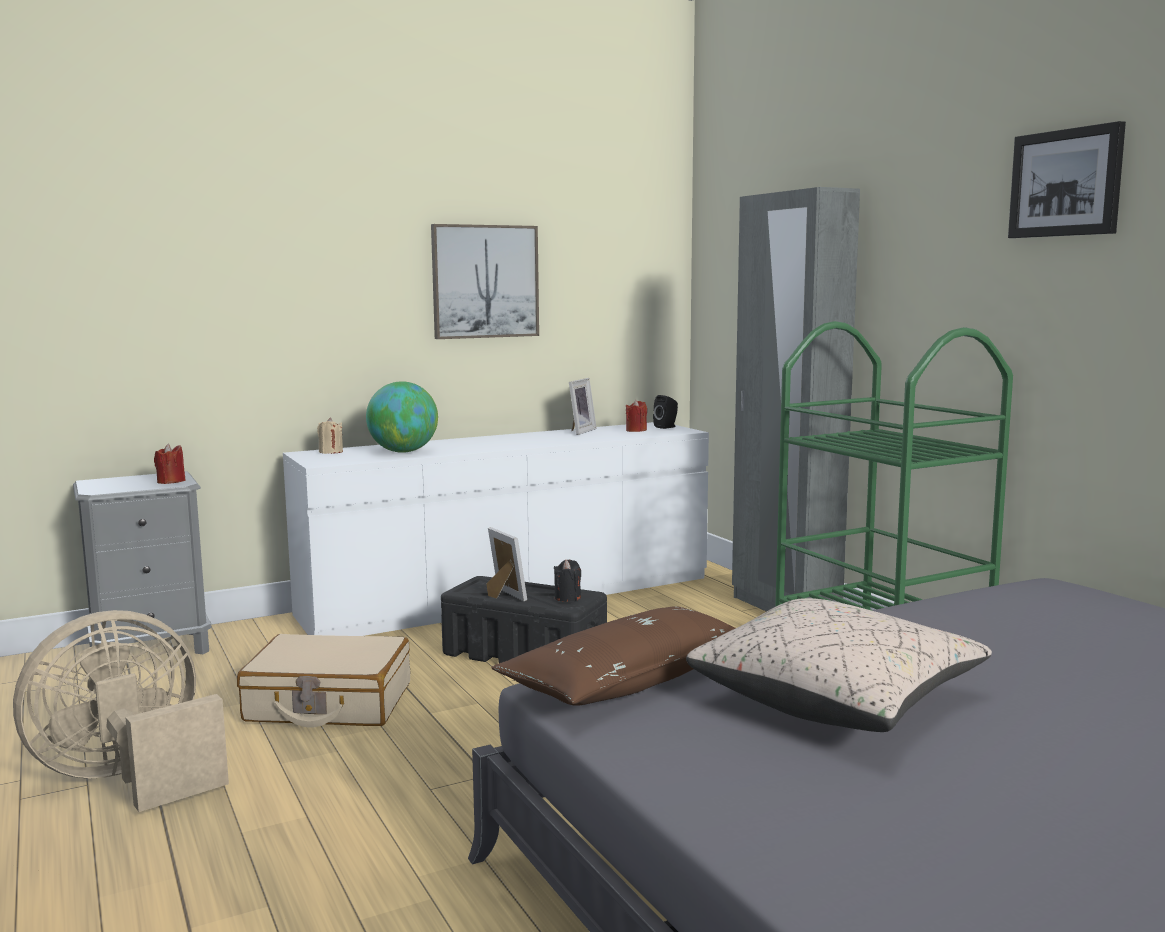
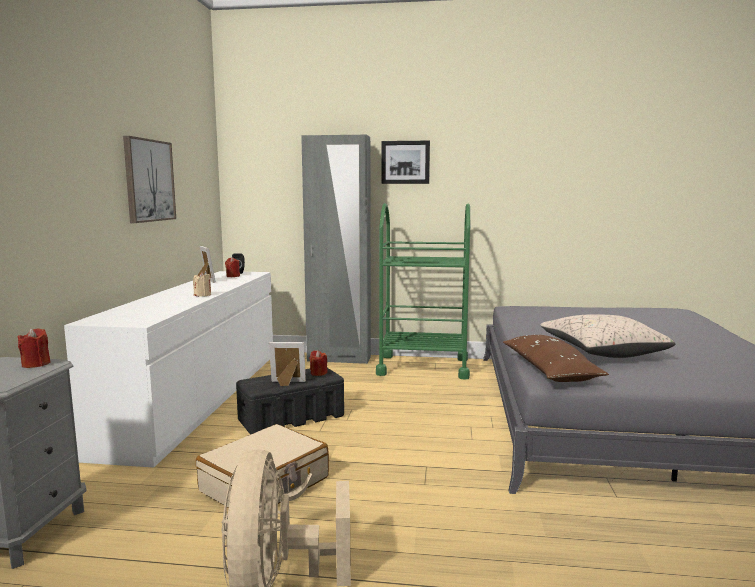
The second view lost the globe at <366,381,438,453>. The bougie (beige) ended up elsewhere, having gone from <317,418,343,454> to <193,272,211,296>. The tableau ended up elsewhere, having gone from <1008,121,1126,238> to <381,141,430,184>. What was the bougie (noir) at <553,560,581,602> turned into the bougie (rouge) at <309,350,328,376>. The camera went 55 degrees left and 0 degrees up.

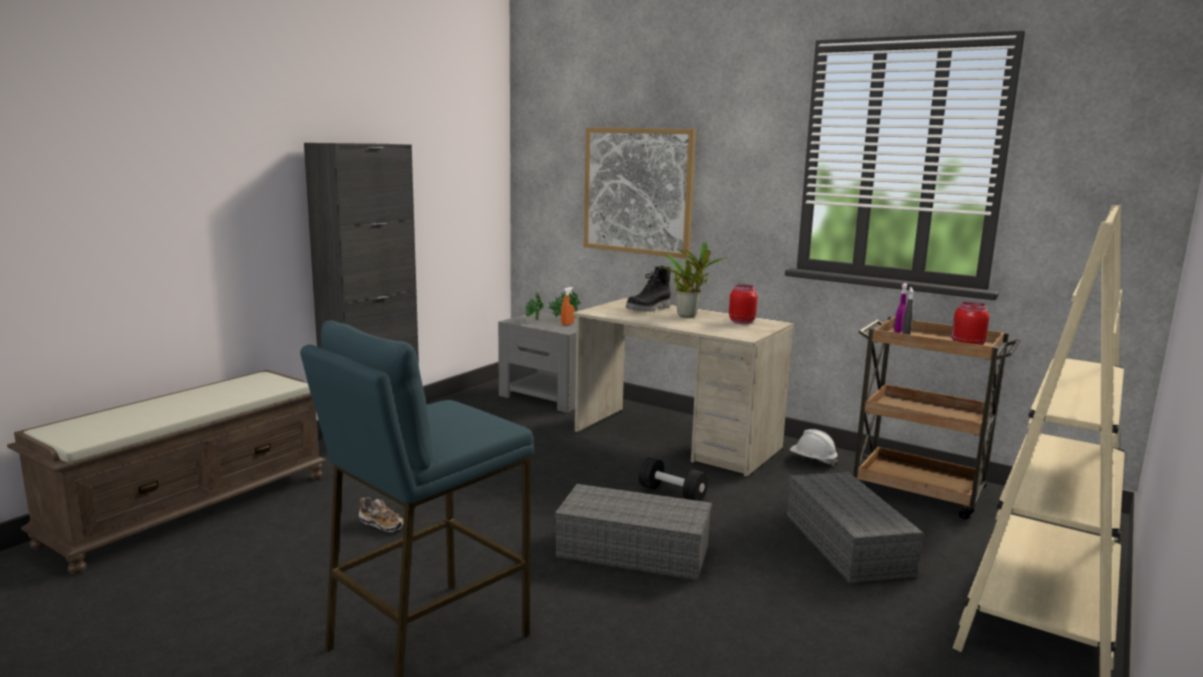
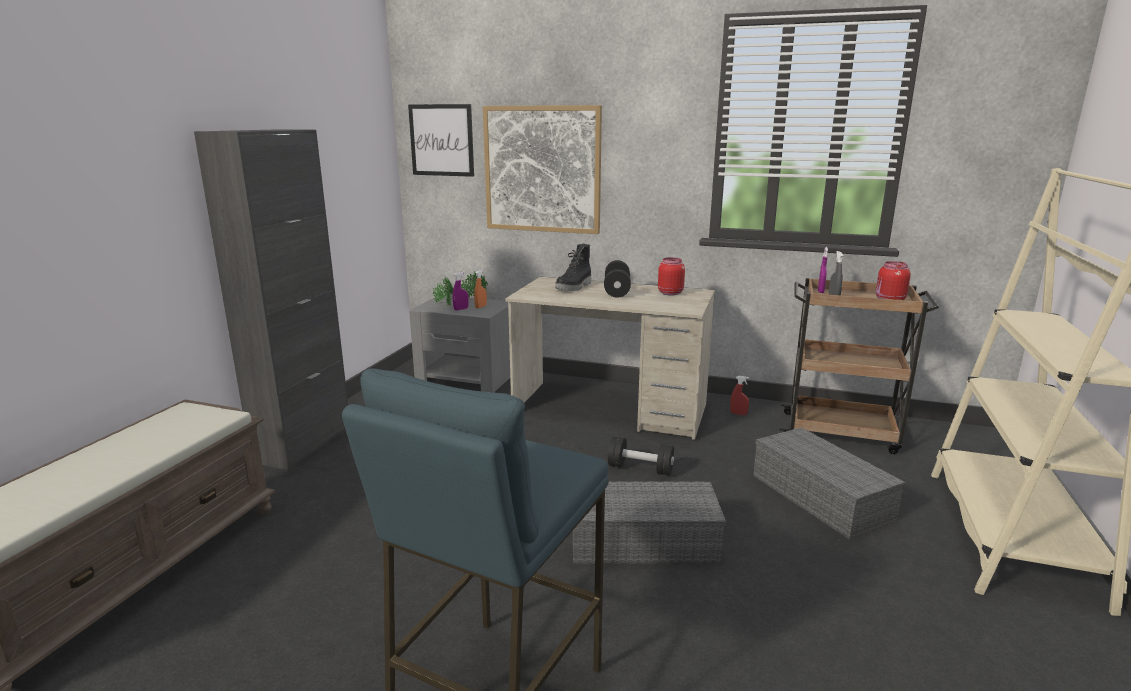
The second view lost the chaussure at <359,497,404,532>. The second view gained the tableau at <408,104,474,177>. The second view gained the vaporisateur (violet) at <453,272,469,310>. Where the plante en pot stood at <660,242,726,318>, the haltère (noir) came to stand at <604,260,631,298>. Where the casque de chantier (blanc) stood at <790,429,838,466>, the vaporisateur (rouge) came to stand at <730,376,749,415>. The camera went 15 degrees left and 5 degrees up.

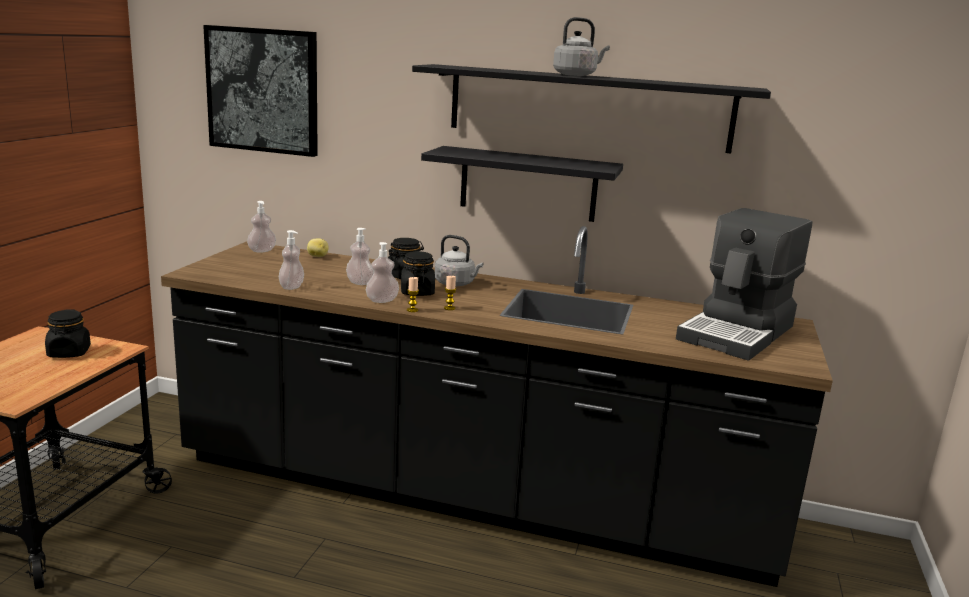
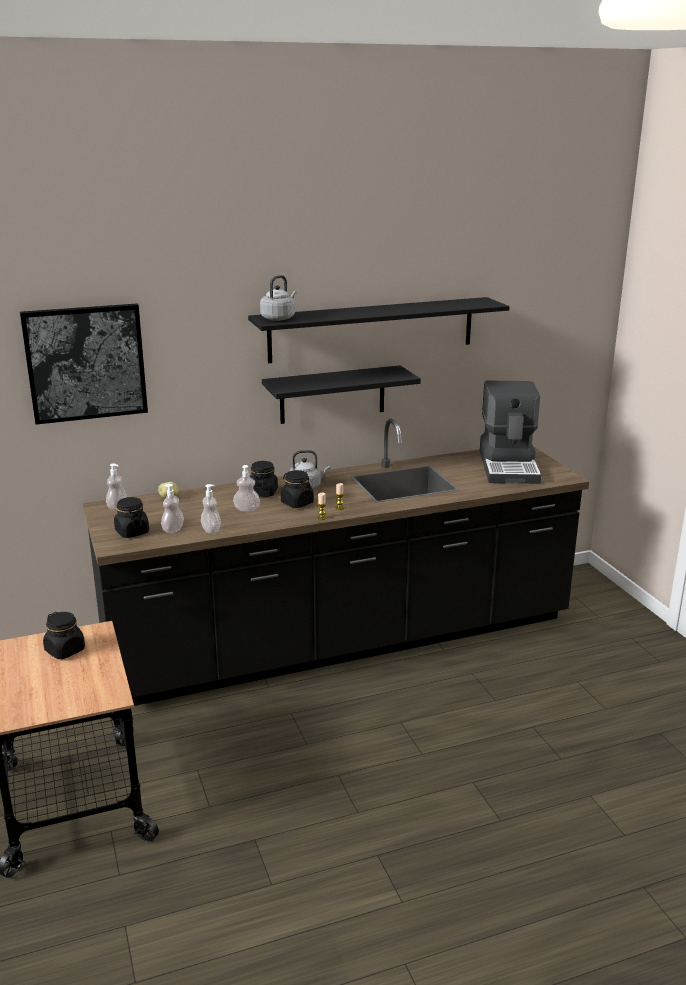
The second view gained the bocal (noir) at <114,497,149,538>. The distributeur de savon ended up elsewhere, having gone from <366,242,399,303> to <161,484,184,533>. The bouilloire (gris) ended up elsewhere, having gone from <553,17,610,76> to <260,275,297,321>. The camera went 35 degrees left and 5 degrees up.

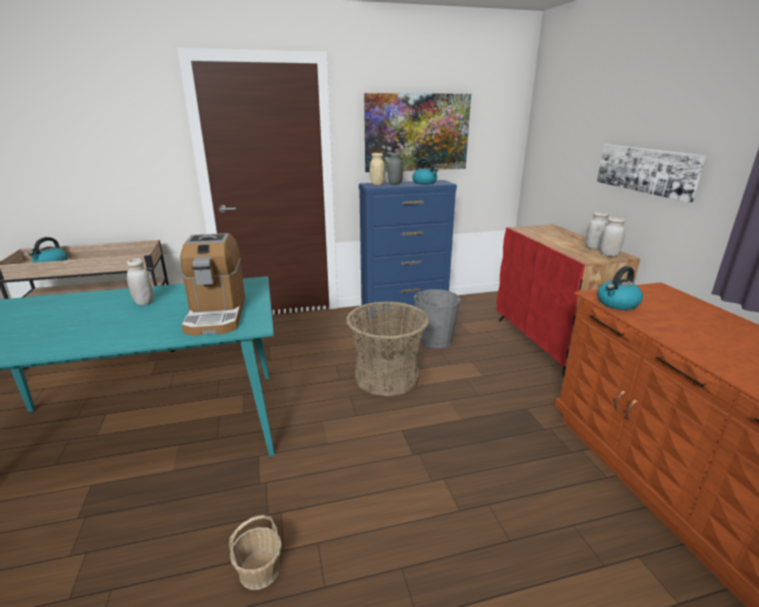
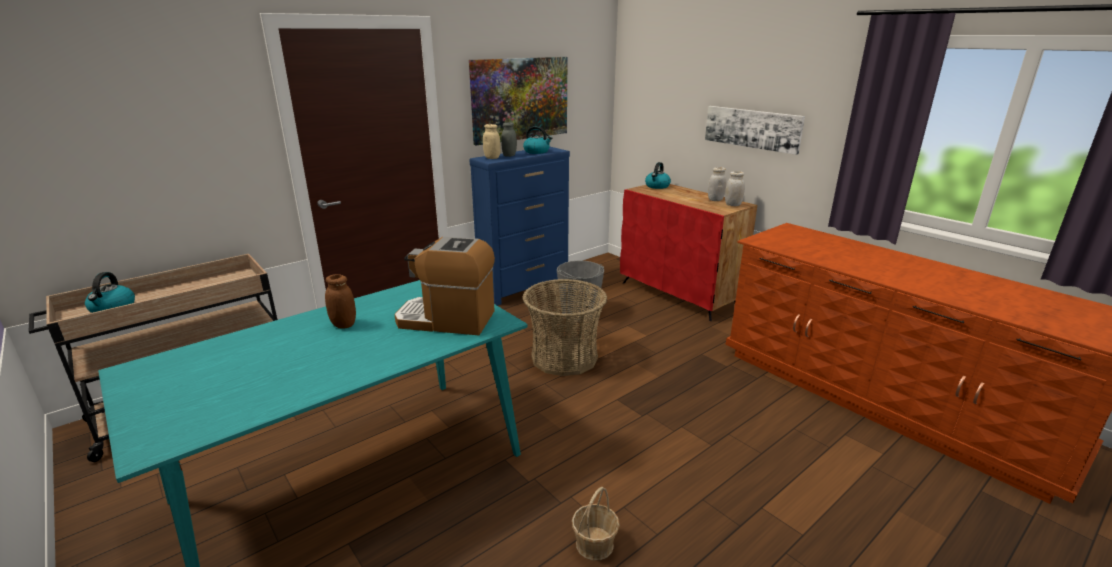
The bouilloire ended up elsewhere, having gone from <597,266,643,310> to <645,162,671,189>. What was the bocal (blanc) at <127,258,153,305> turned into the bocal (marron) at <325,274,356,329>. The machine à café at <180,233,245,336> ended up facing another way, 135 degrees clockwise from before. The camera went 25 degrees left and 0 degrees up.

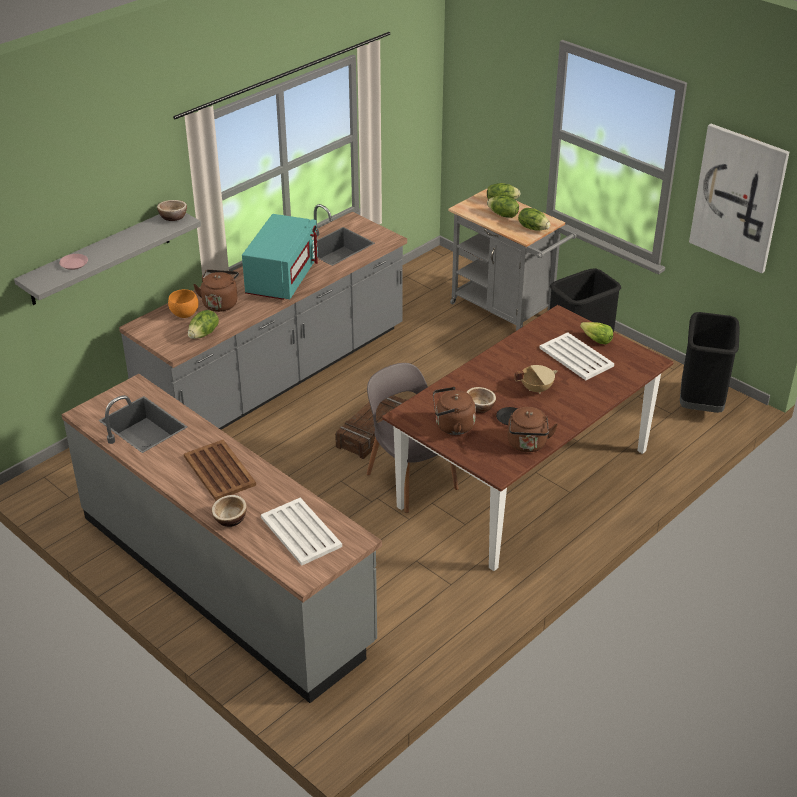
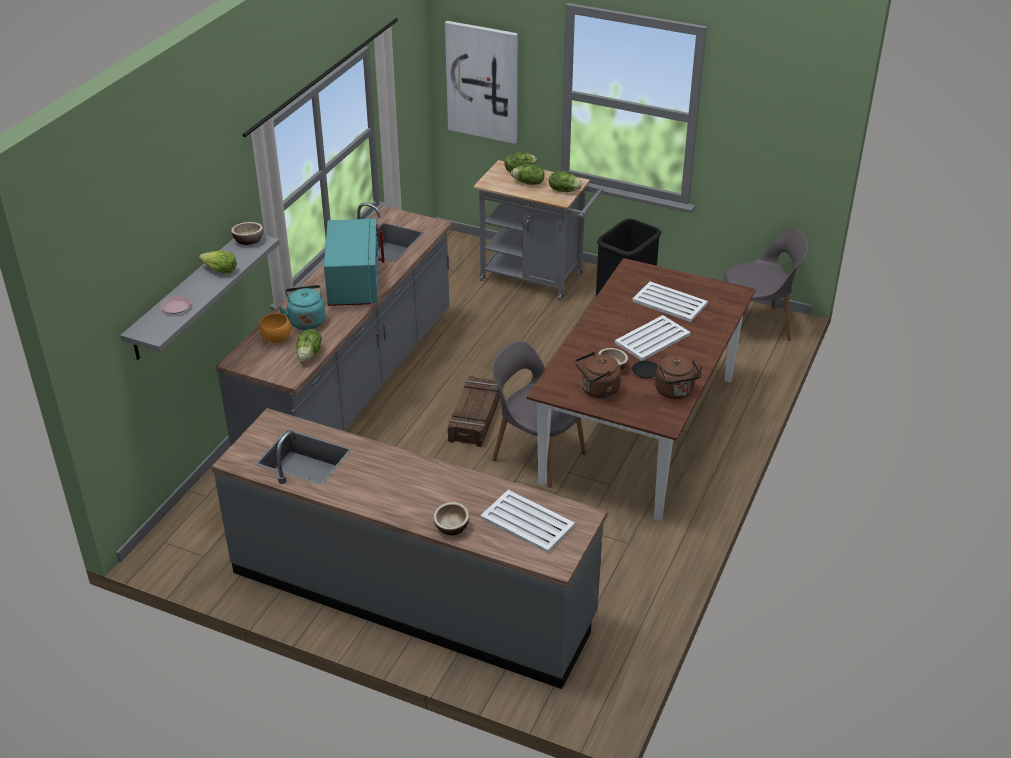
The second view lost the plateau (marron) at <184,440,256,501>. The laitue ended up elsewhere, having gone from <580,322,613,344> to <199,251,237,273>. The tableau ended up elsewhere, having gone from <689,124,789,273> to <445,21,518,144>. Where the marmite (beige) stood at <514,365,558,394>, the plateau (blanc) came to stand at <615,315,690,361>. Where the poubelle (noir) stood at <680,312,740,413>, the chaise (gris) came to stand at <724,228,808,341>. What was the bouilloire (marron) at <193,270,239,312> turned into the bouilloire (turquoise) at <278,285,326,330>. The camera went 20 degrees left and 0 degrees up.

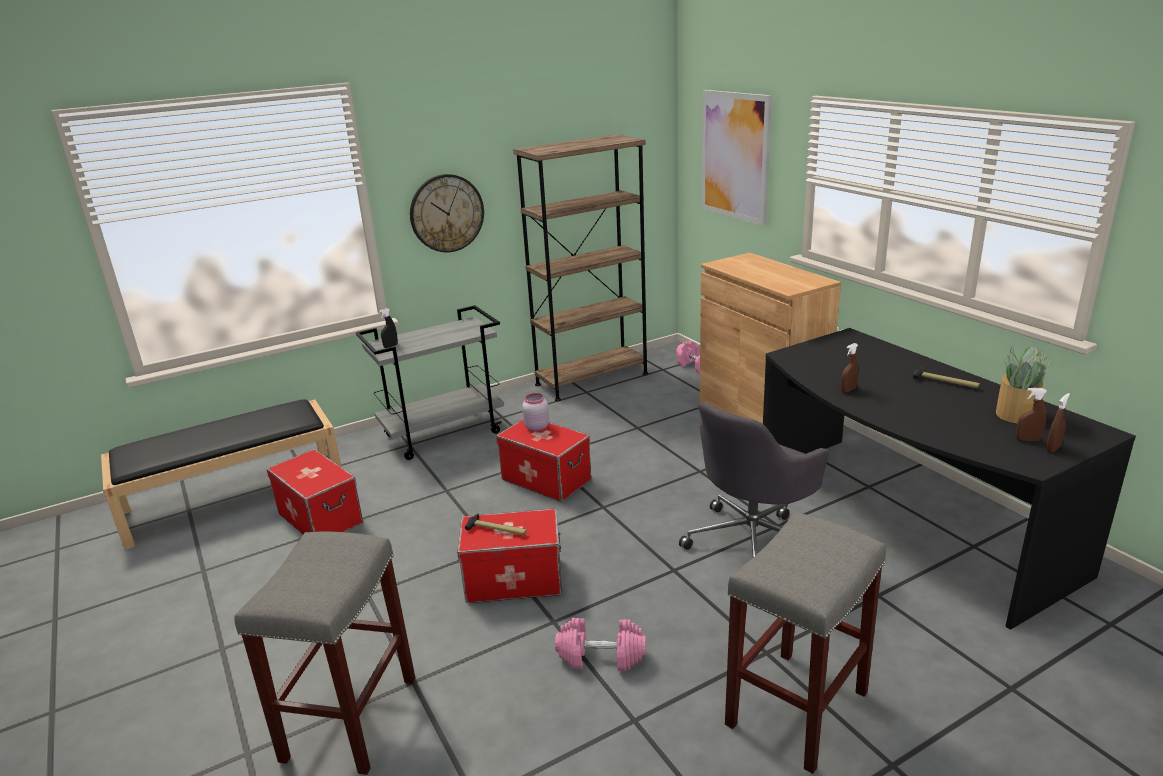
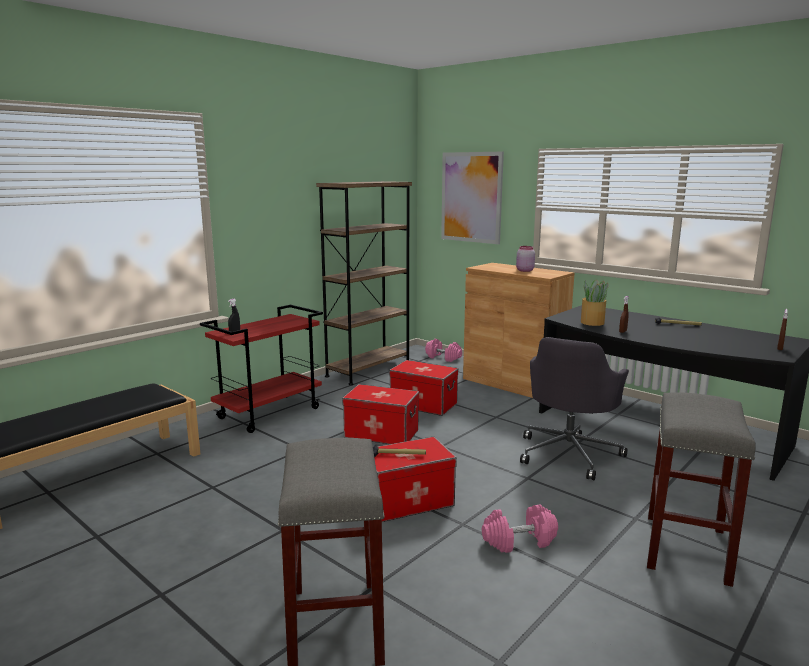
The second view lost the horloge murale at <410,174,484,252>. The second view lost the vaporisateur (marron) at <1016,388,1047,441>. The boîte de rangement ended up elsewhere, having gone from <267,449,363,534> to <389,360,458,416>. The bocal (rose) ended up elsewhere, having gone from <522,393,549,431> to <516,246,535,272>. The plante en pot ended up elsewhere, having gone from <996,346,1049,423> to <581,280,610,326>. What was the chariot (gris) at <356,305,504,460> turned into the chariot (rouge) at <200,305,323,433>. The camera went 20 degrees left and 10 degrees down.

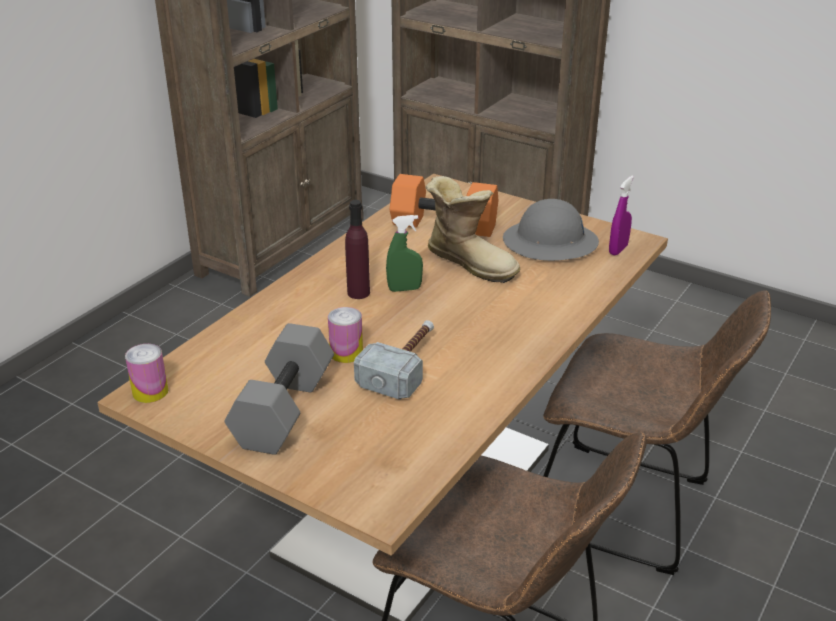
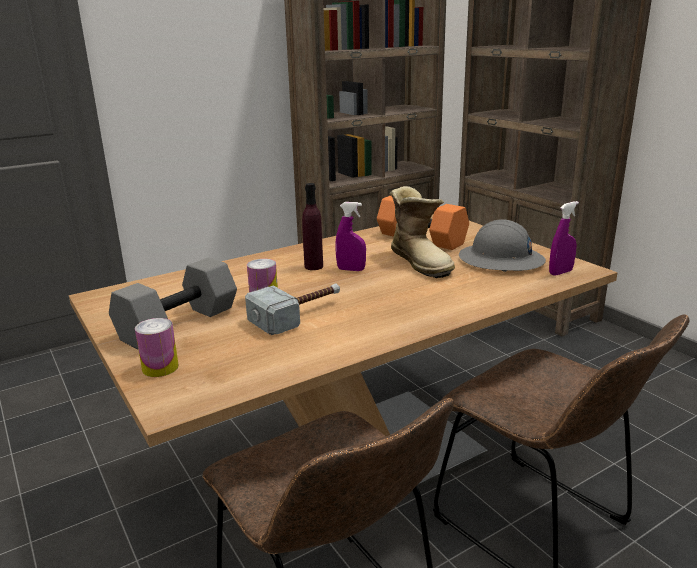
The boîte métallique ended up elsewhere, having gone from <125,344,168,403> to <135,318,179,377>. What was the vaporisateur (vert) at <386,215,423,292> turned into the vaporisateur (violet) at <335,202,366,271>. The camera went 25 degrees right and 10 degrees down.

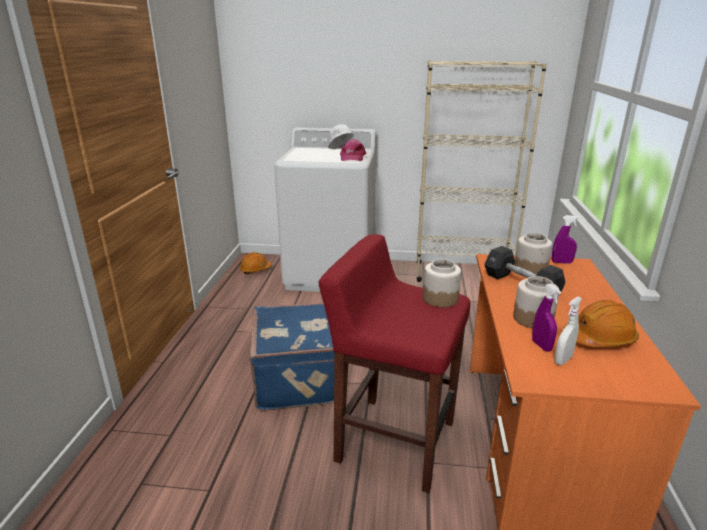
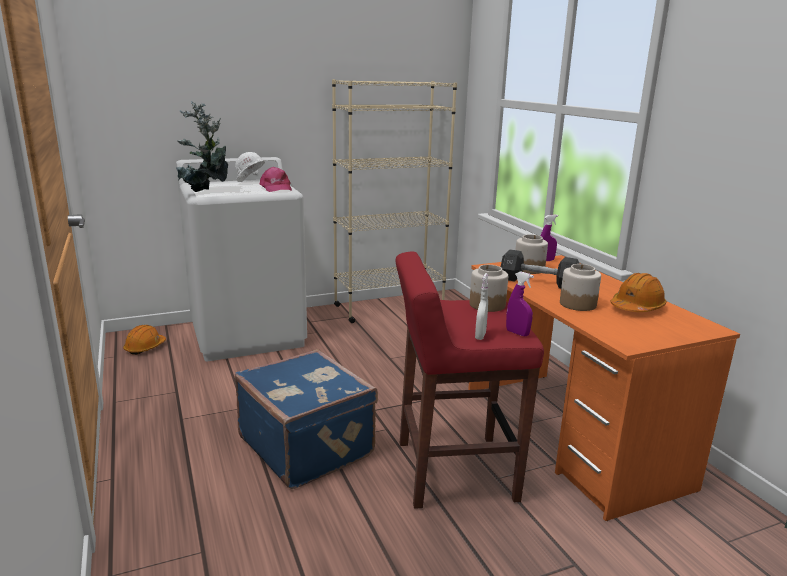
The second view gained the plante en pot at <176,101,228,192>. The vaporisateur (violet) ended up elsewhere, having gone from <532,284,561,352> to <506,271,534,336>. The vaporisateur (blanc) ended up elsewhere, having gone from <554,296,582,365> to <475,273,488,340>. The camera went 30 degrees left and 5 degrees down.

